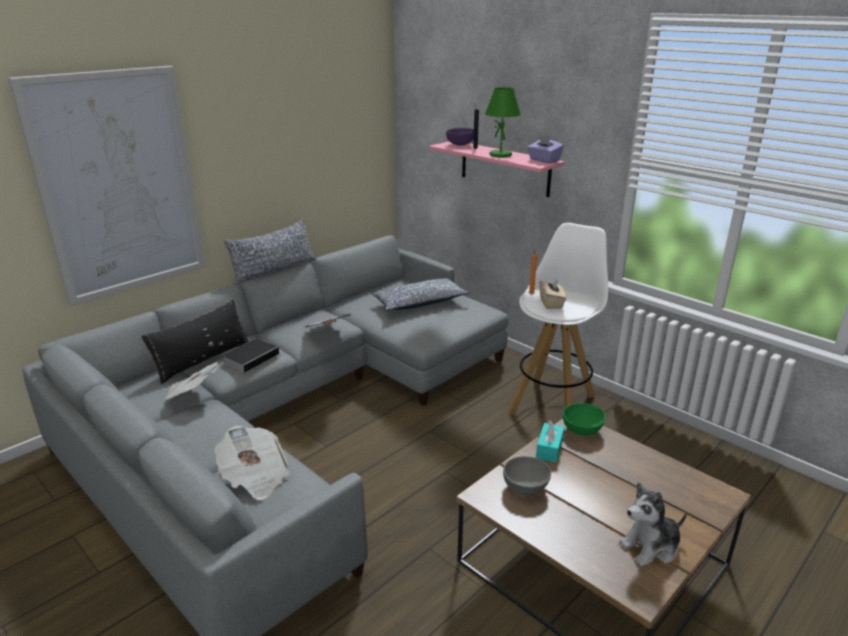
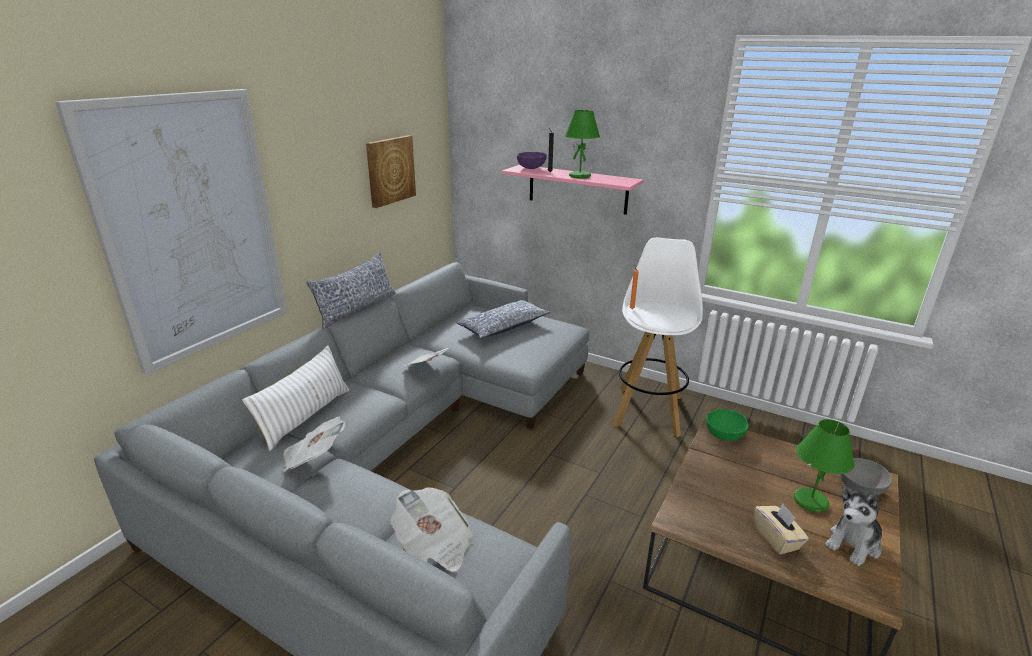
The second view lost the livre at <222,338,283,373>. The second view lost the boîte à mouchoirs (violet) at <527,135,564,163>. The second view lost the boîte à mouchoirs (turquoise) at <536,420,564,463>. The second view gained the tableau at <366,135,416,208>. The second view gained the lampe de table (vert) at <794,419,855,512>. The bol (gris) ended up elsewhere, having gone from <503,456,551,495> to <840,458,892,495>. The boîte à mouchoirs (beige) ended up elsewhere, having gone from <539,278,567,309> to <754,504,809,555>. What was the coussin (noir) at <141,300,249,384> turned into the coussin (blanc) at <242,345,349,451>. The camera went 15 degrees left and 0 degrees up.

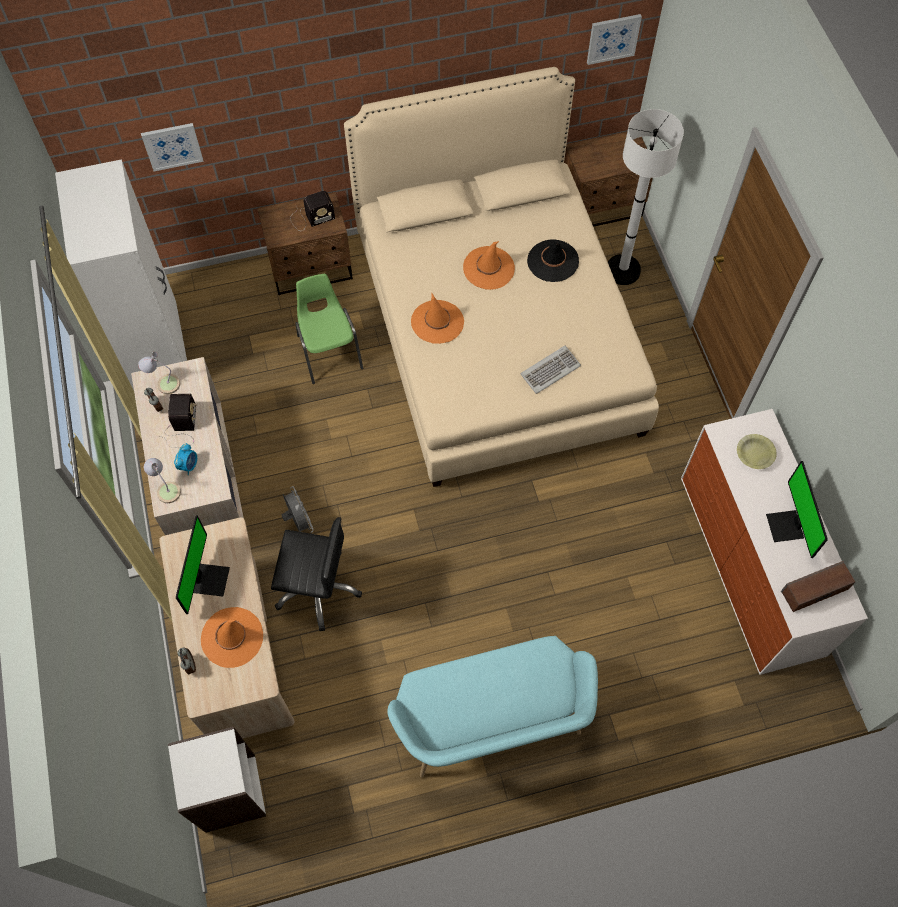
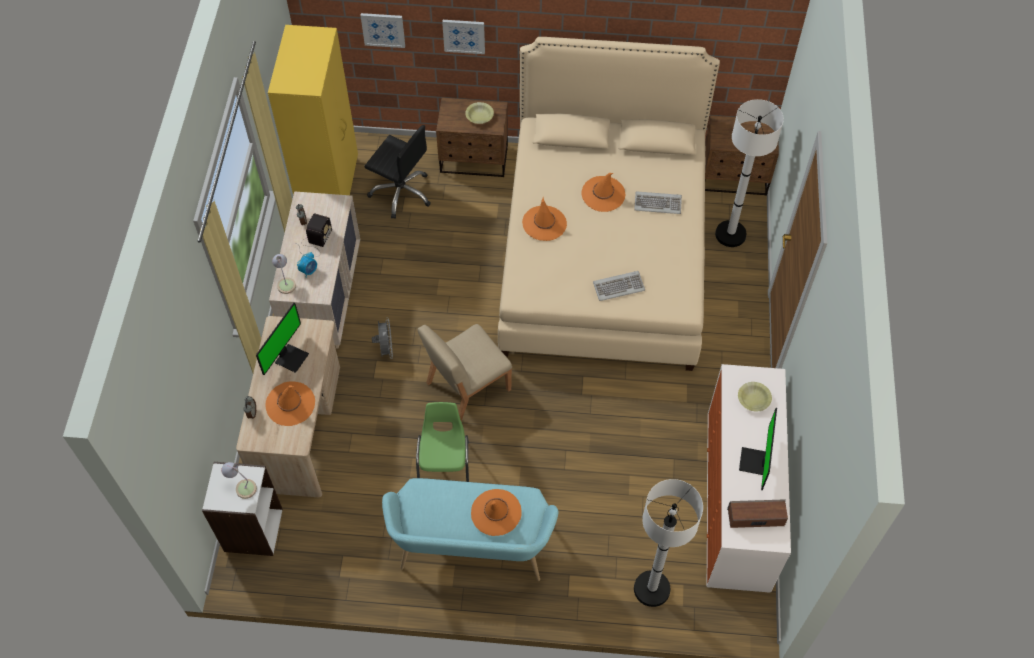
The second view gained the chaise (beige) at <417,324,512,421>. The second view gained the chapeau (orange) at <471,489,522,536>. The second view gained the lampadaire (blanc) at <634,479,703,607>. The lampe de table ended up elsewhere, having gone from <138,352,180,394> to <221,462,257,499>. The chaise de bureau (noir) ended up elsewhere, having gone from <271,517,362,631> to <364,125,431,219>. The chaise (vert) ended up elsewhere, having gone from <295,274,363,384> to <416,402,469,482>. The tableau ended up elsewhere, having gone from <587,14,642,65> to <442,20,485,54>. Where the radio stood at <290,191,335,230>, the bol (jaune) came to stand at <465,102,494,124>. Where the chapeau (noir) stood at <527,239,579,282>, the clavier came to stand at <634,191,682,214>. What was the armoire (blanc) at <55,159,187,390> turned into the armoire (jaune) at <268,25,358,195>. The camera went 20 degrees right and 5 degrees down.

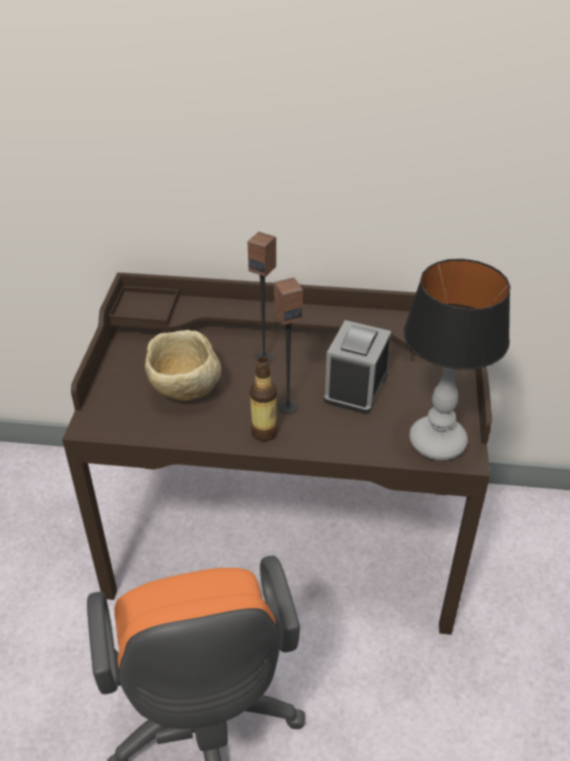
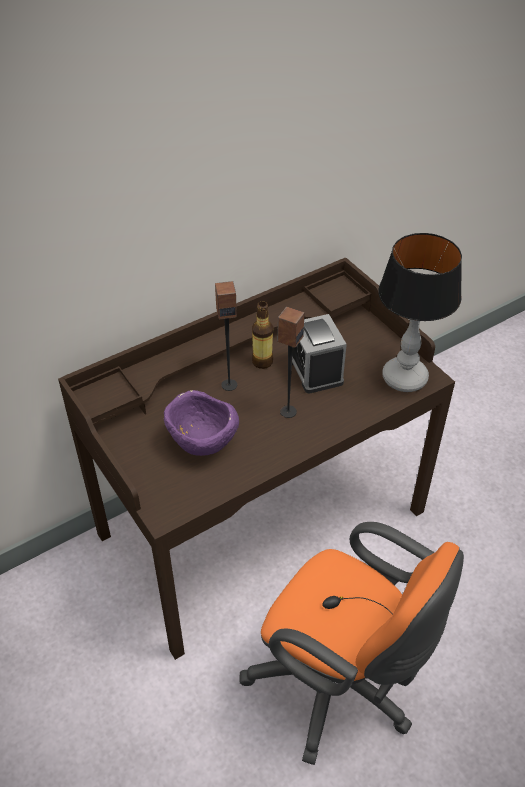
The bouteille ended up elsewhere, having gone from <250,357,278,441> to <252,302,273,369>. What was the bol (beige) at <145,330,221,401> turned into the bol (violet) at <164,390,239,456>. The camera went 40 degrees left and 5 degrees up.

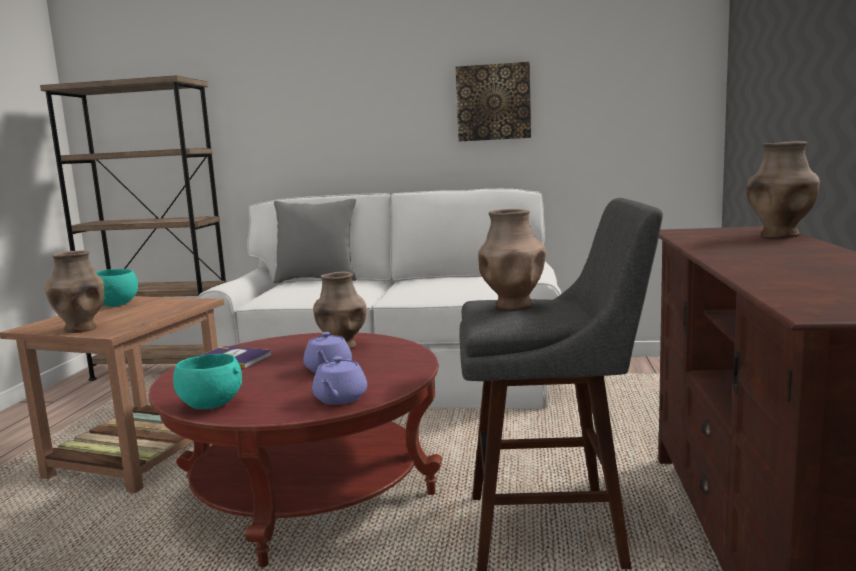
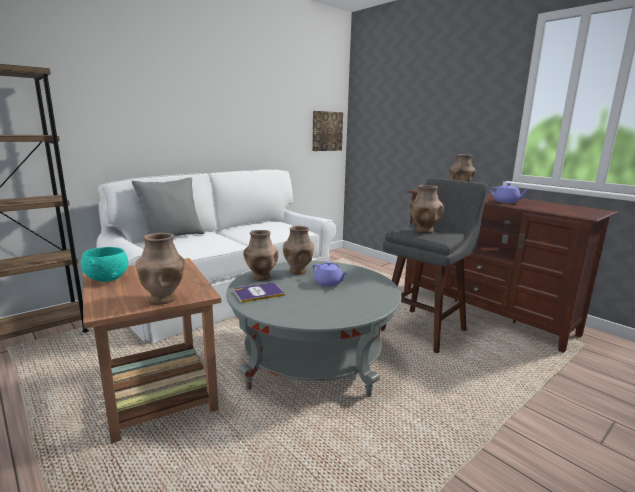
The second view lost the bol (turquoise) at <173,354,242,409>. The second view gained the vase (marron) at <243,230,279,281>. The théière (violet) ended up elsewhere, having gone from <312,356,367,405> to <490,183,528,203>. The tableau ended up elsewhere, having gone from <456,62,531,142> to <312,111,343,151>. What was the table basse (rouge) at <148,333,442,567> turned into the table basse (gris) at <226,261,402,397>. The camera went 50 degrees left and 5 degrees up.

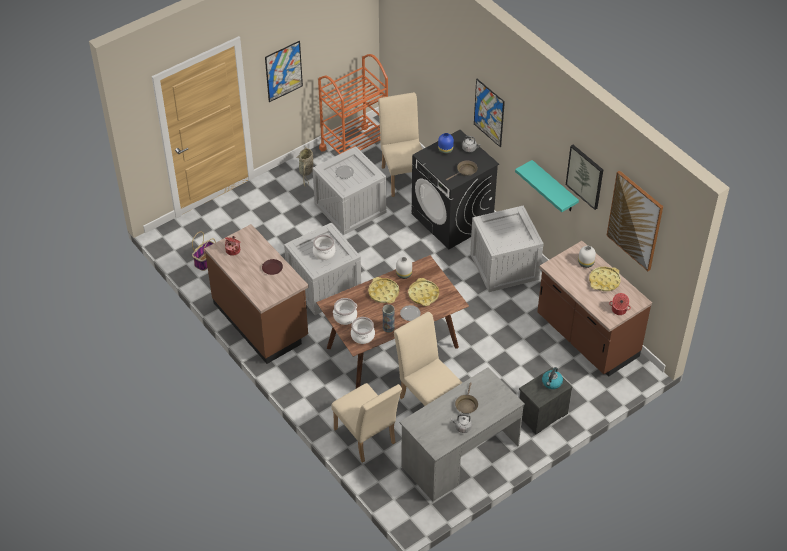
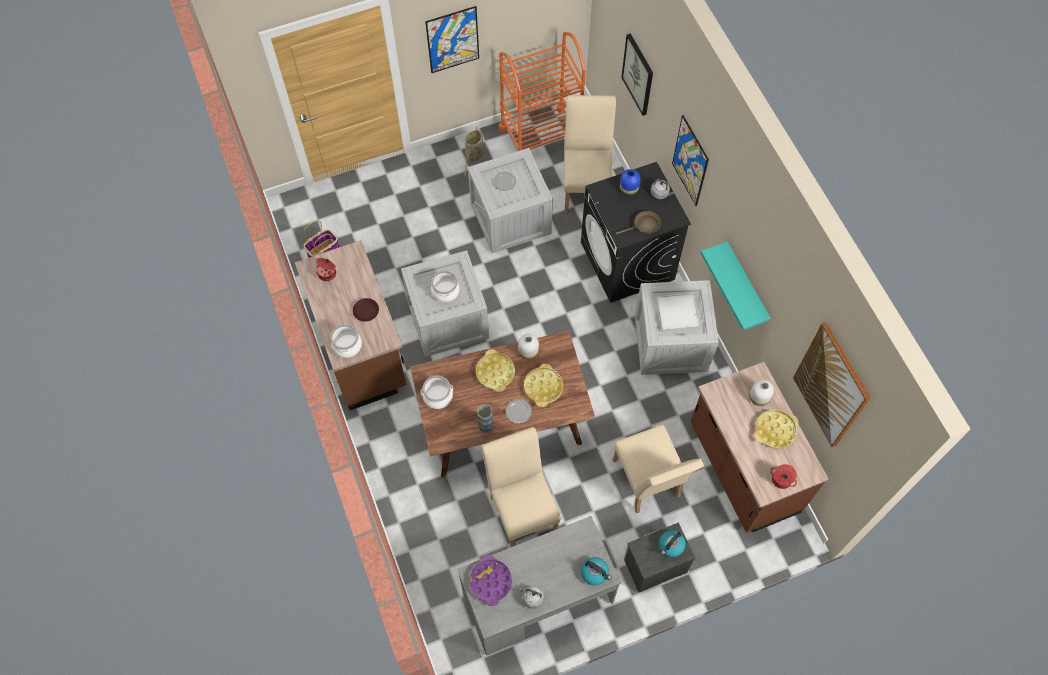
The second view lost the poêle (marron) at <455,382,478,414>. The second view gained the plateau (violet) at <469,555,512,606>. The second view gained the bouilloire at <581,557,612,585>. The second view gained the plateau (blanc) at <656,293,700,332>. The chaise (beige) ended up elsewhere, having gone from <331,383,402,463> to <613,425,704,513>. The marmite ended up elsewhere, having gone from <351,317,375,344> to <330,324,362,358>. The tableau ended up elsewhere, having gone from <566,145,603,210> to <621,33,653,116>. The camera went 15 degrees right and 15 degrees up.

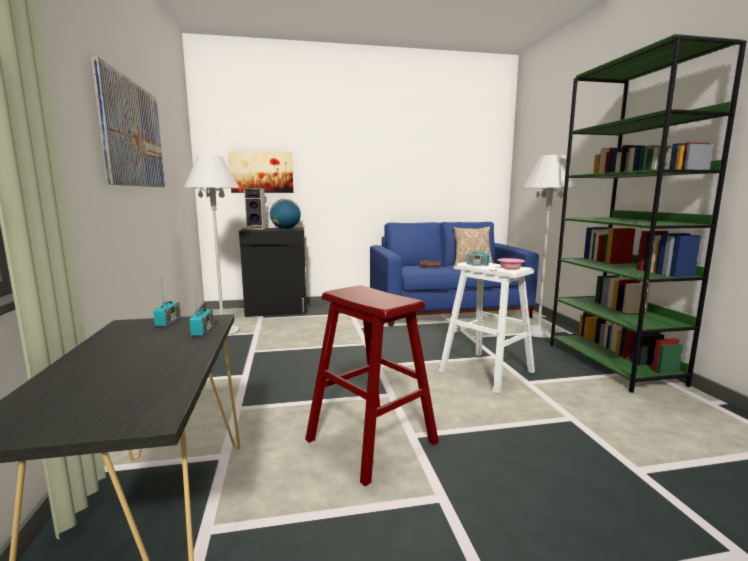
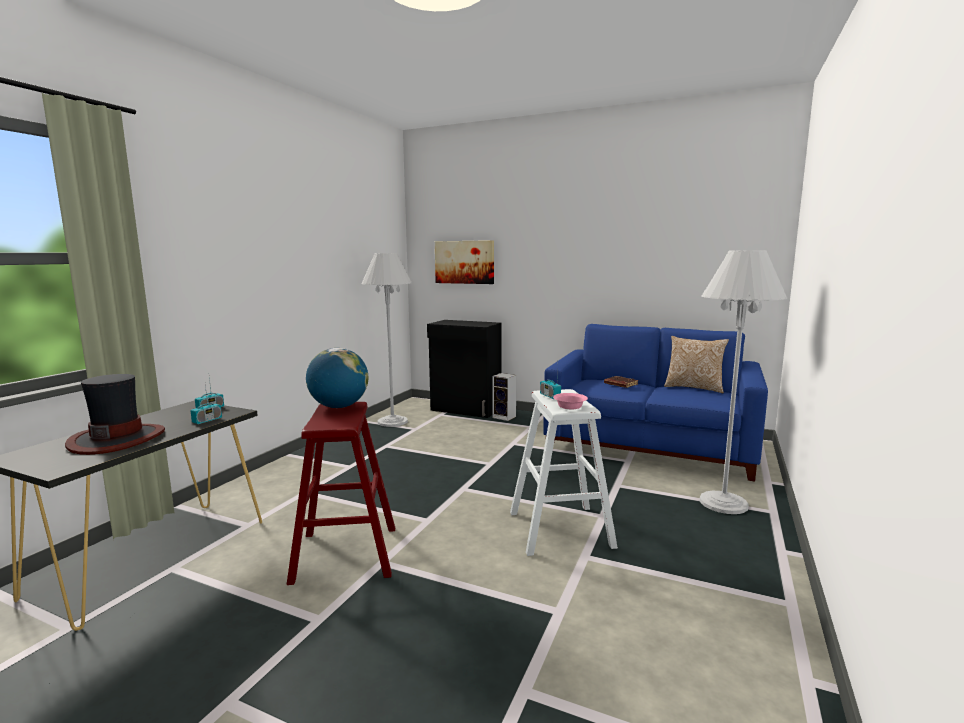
The second view lost the tableau at <91,56,165,187>. The second view lost the bibliothèque (vert) at <550,34,747,393>. The second view gained the chapeau at <65,374,165,455>. The enceinte ended up elsewhere, having gone from <244,188,266,230> to <493,373,516,421>. The globe ended up elsewhere, having gone from <270,199,301,229> to <306,348,368,408>. The camera went 35 degrees right and 0 degrees up.

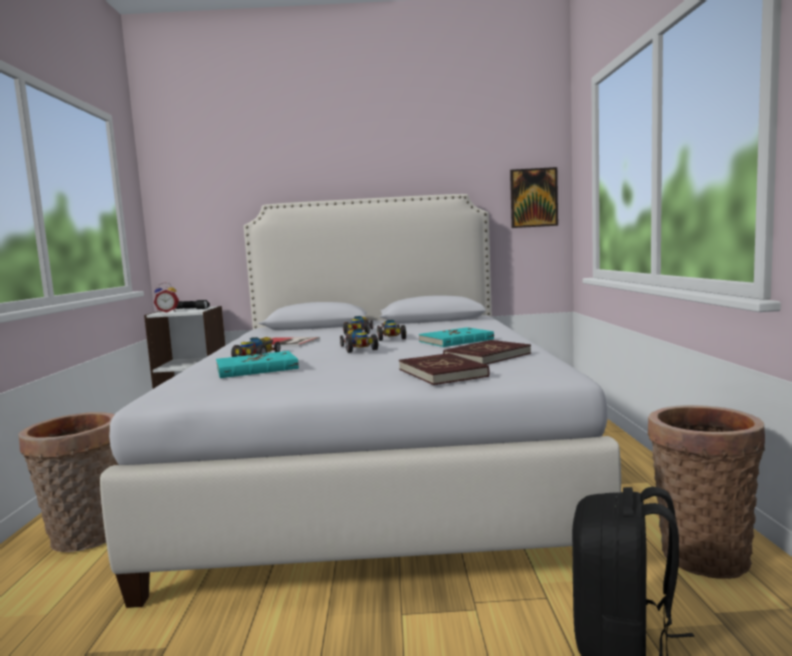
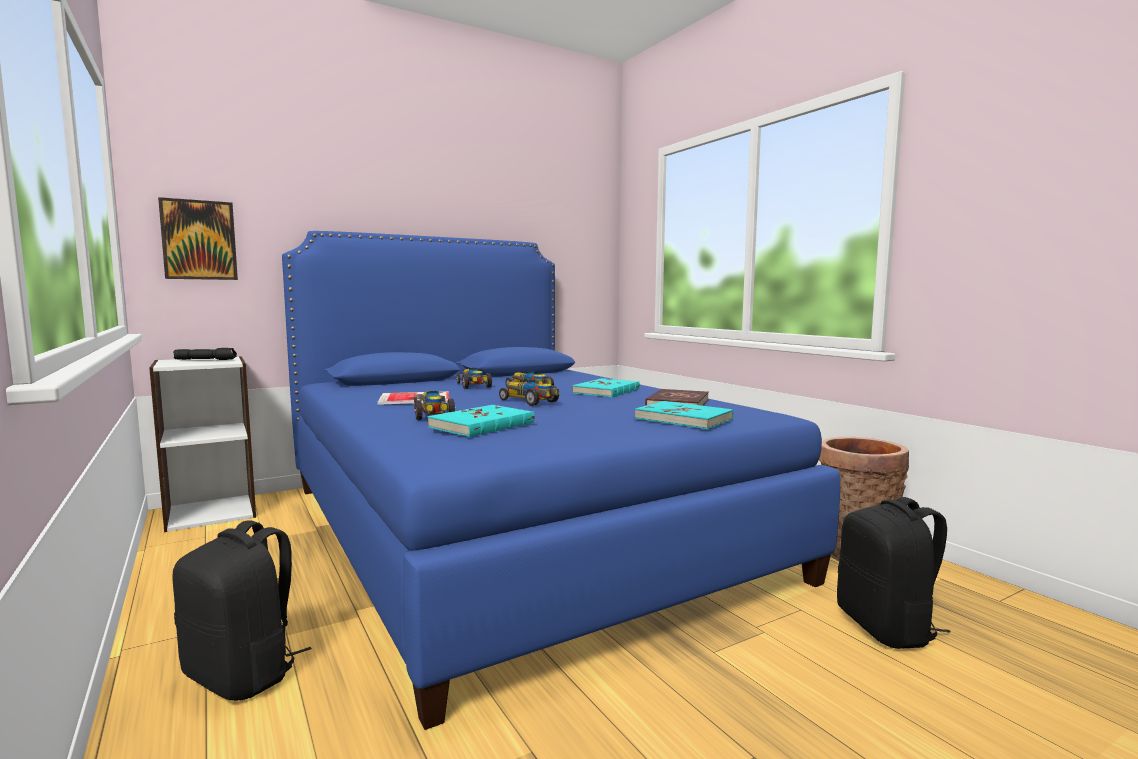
The second view lost the réveil at <154,282,179,313>. The tableau ended up elsewhere, having gone from <510,167,558,228> to <158,197,238,280>. Where the panier stood at <18,412,119,552>, the sac à dos (noir) came to stand at <172,520,312,701>. What was the lit (blanc) at <100,194,621,608> turned into the lit (bleu) at <282,231,840,730>. What was the livre (rouge) at <399,353,490,385> turned into the livre (turquoise) at <635,401,733,429>. The camera went 30 degrees left and 0 degrees up.

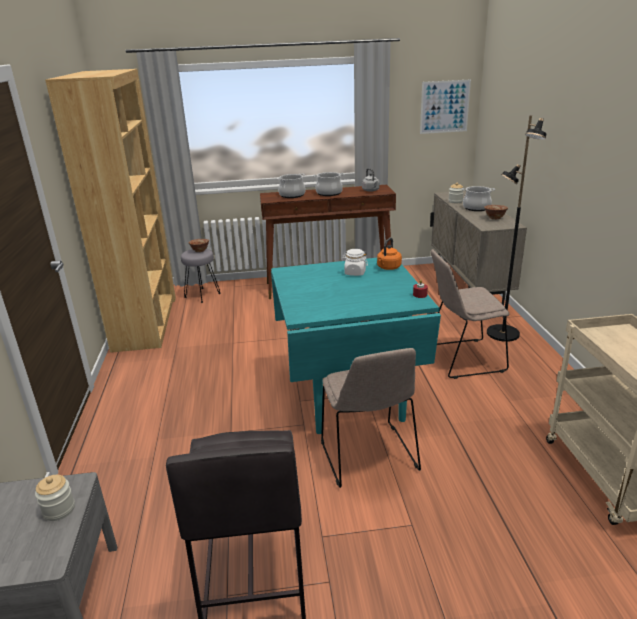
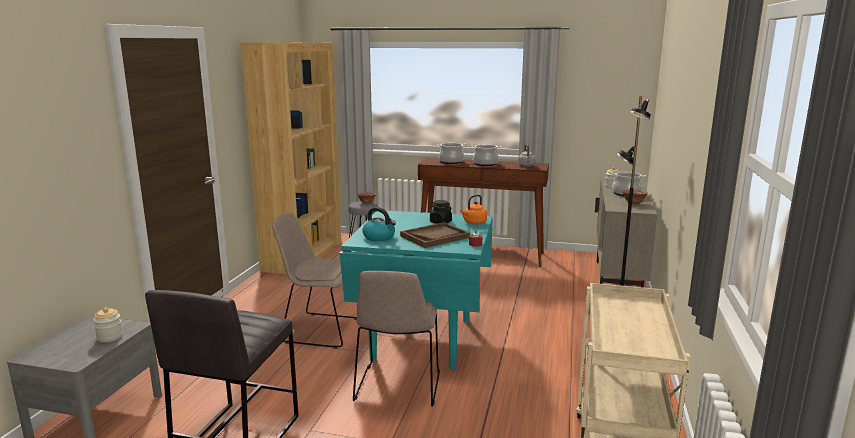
The second view lost the tableau at <420,79,471,134>. The second view gained the bouilloire at <362,207,396,241>. The second view gained the plateau (marron) at <400,222,470,248>. The chaise (beige) ended up elsewhere, having gone from <431,249,509,379> to <272,213,357,348>. What was the bocal (blanc) at <342,249,368,276> turned into the bocal (noir) at <430,200,452,224>. The camera went 20 degrees right and 10 degrees down.

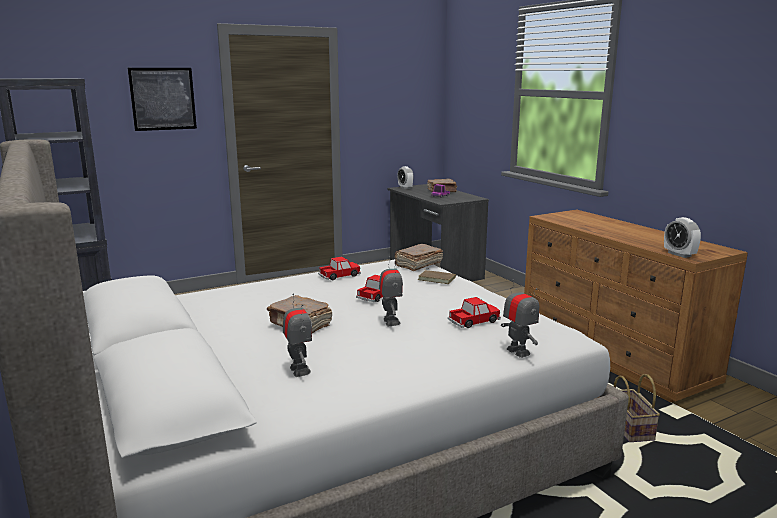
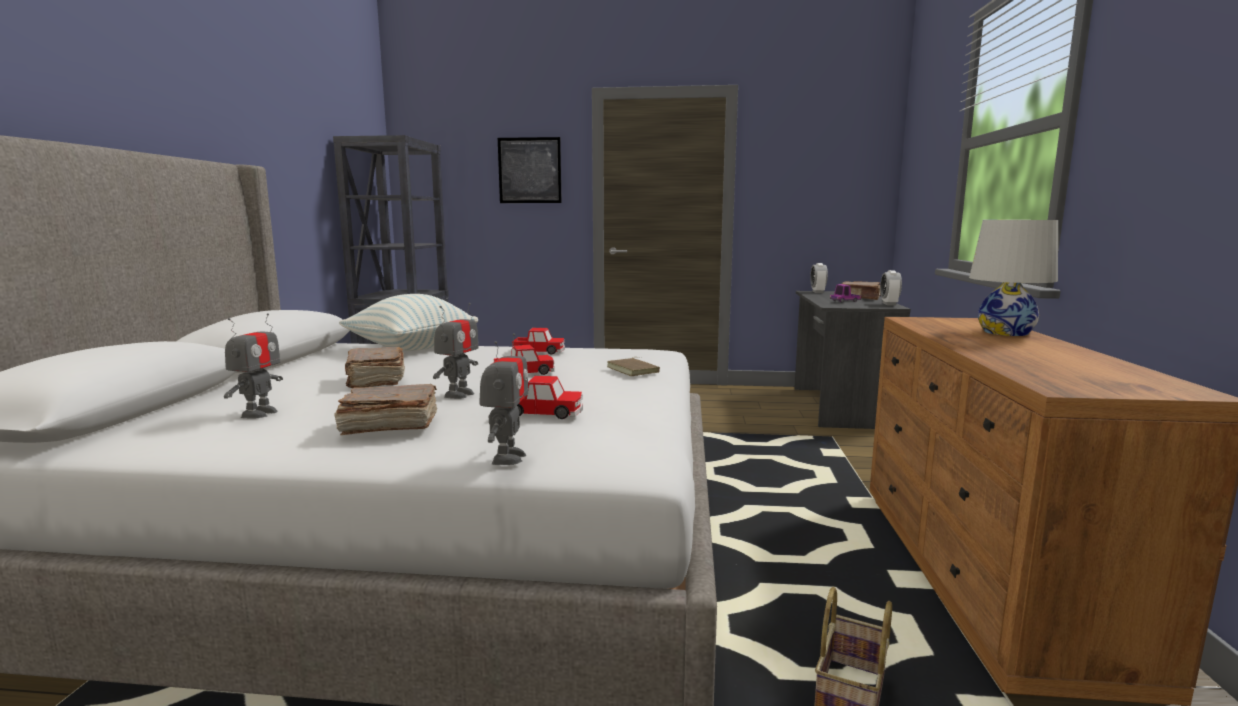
The second view gained the coussin at <339,294,478,351>. The second view gained the lampe de table (blanc) at <969,220,1058,336>. The livre (marron) ended up elsewhere, having gone from <395,244,443,271> to <334,384,437,435>. The réveil ended up elsewhere, having gone from <664,217,701,258> to <880,270,902,306>. The camera went 35 degrees right and 5 degrees down.

